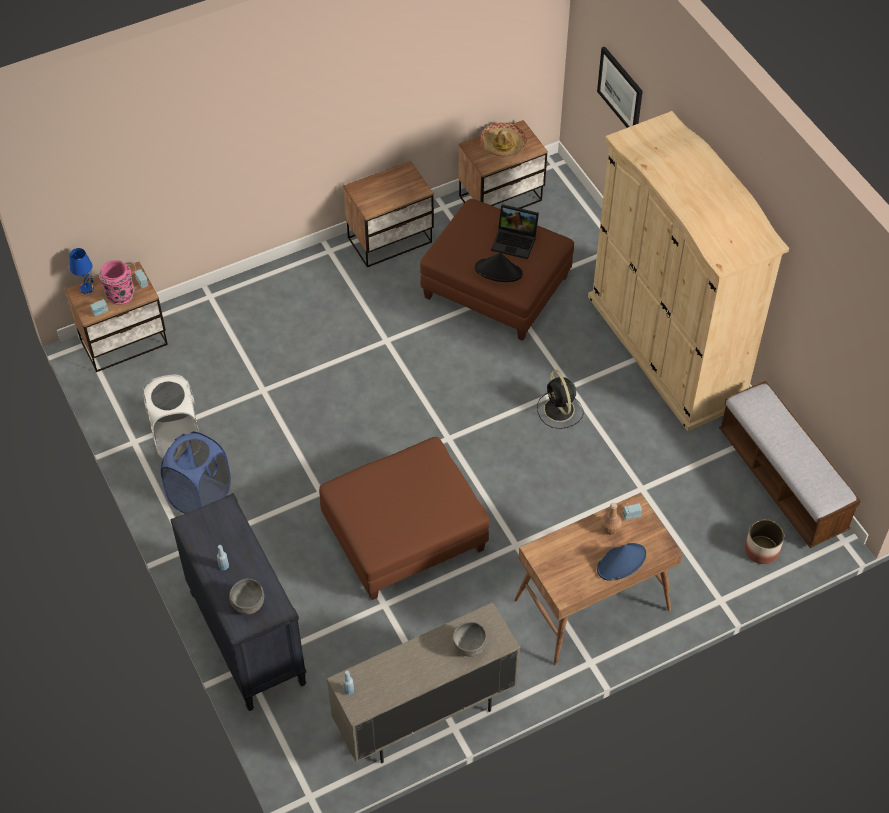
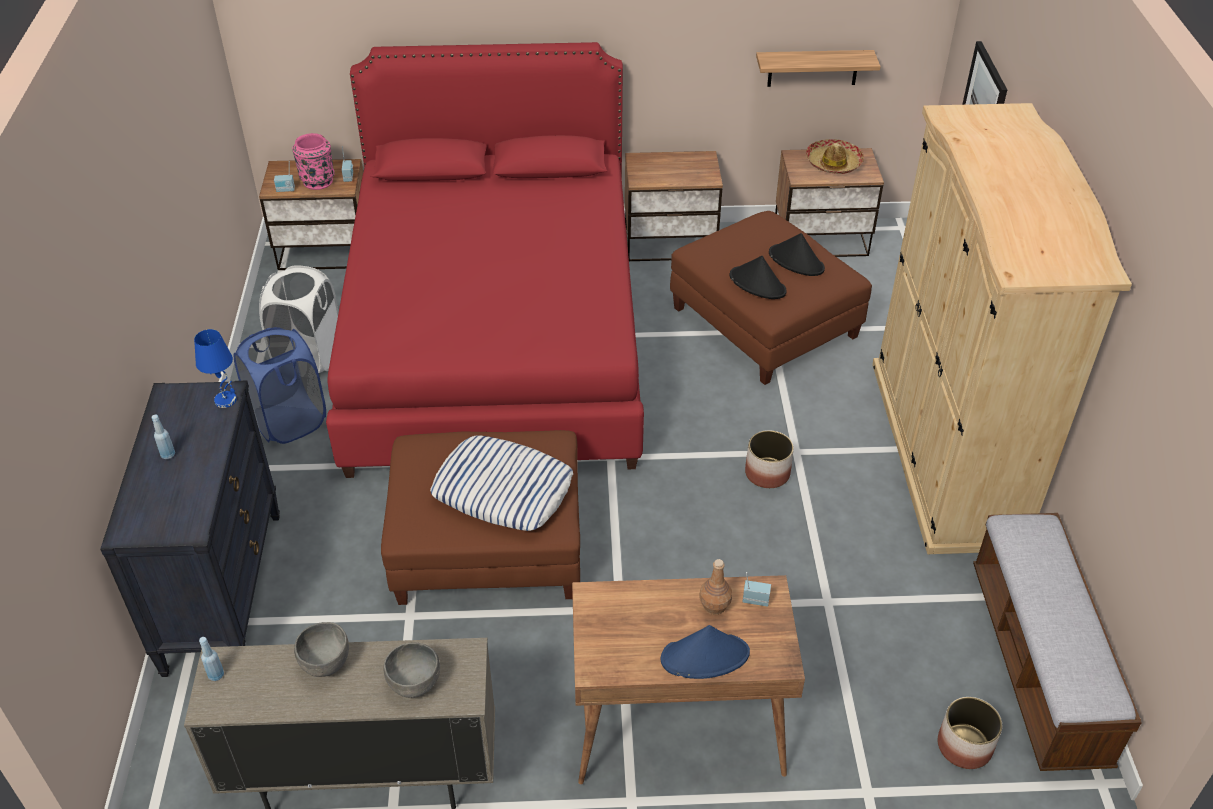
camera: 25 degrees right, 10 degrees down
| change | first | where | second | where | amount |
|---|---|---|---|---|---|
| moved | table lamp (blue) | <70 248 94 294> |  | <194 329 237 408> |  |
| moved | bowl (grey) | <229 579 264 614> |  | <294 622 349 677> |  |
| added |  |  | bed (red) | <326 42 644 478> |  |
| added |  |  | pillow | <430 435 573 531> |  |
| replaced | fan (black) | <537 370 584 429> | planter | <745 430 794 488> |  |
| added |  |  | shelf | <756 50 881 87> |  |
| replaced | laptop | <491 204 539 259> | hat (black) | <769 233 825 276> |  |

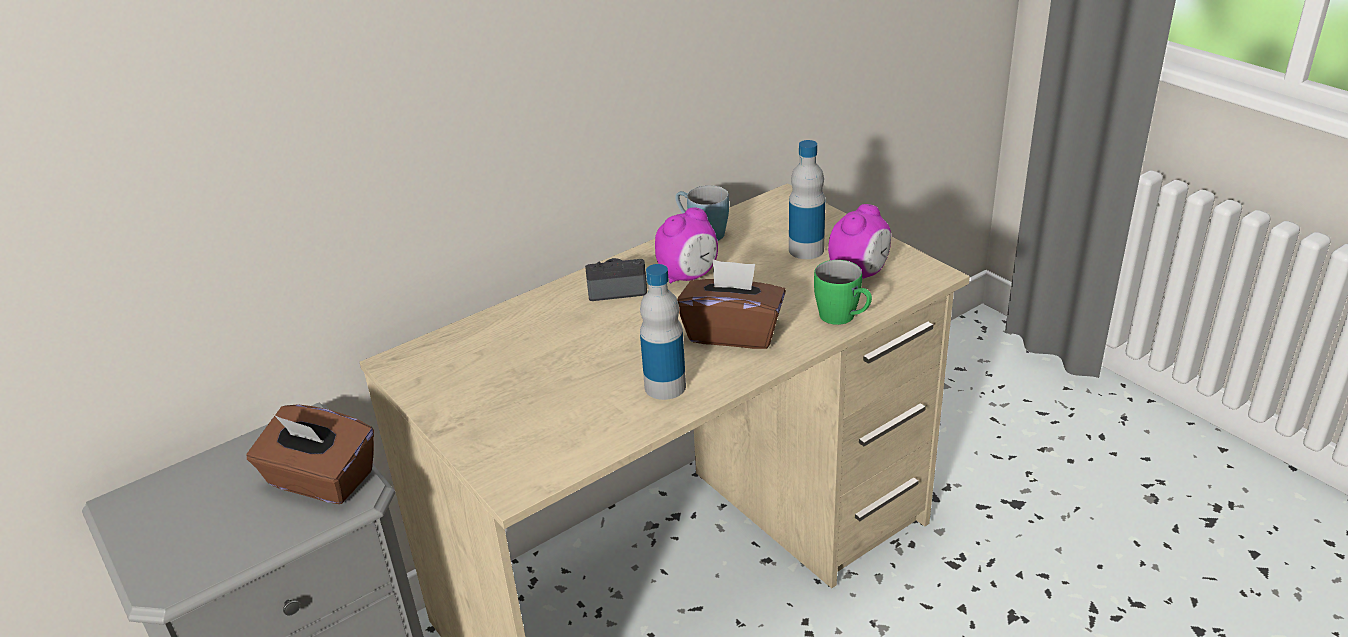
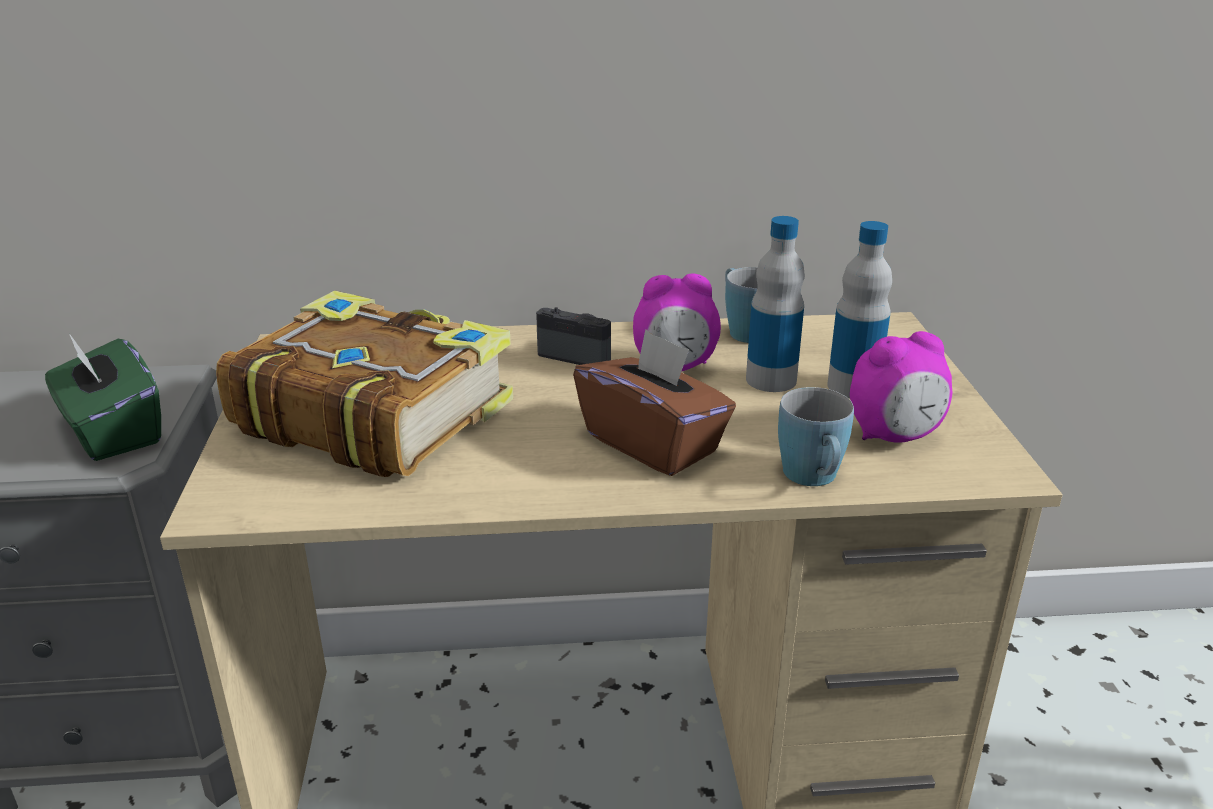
camera: 30 degrees right, 5 degrees down
| change | first | where | second | where | amount |
|---|---|---|---|---|---|
| recoloured | tissue box (brown) | <246 404 374 504> | tissue box (green) | <45 334 161 461> |  |
| added |  |  | book | <216 290 513 477> |  |
| moved | bottle | <640 264 686 400> |  | <746 216 805 392> |  |
| recoloured | mug (green) | <814 260 872 325> | mug (blue) | <778 387 854 486> |  |

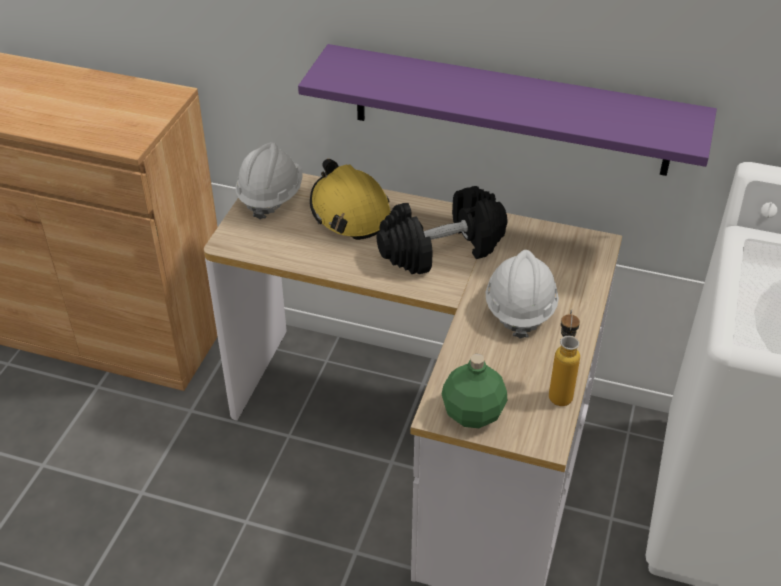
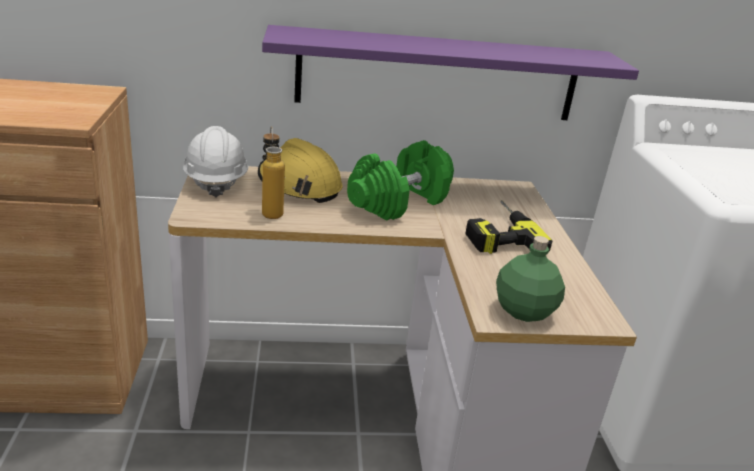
camera: 25 degrees left, 15 degrees down
| change | first | where | second | where | amount |
|---|---|---|---|---|---|
| moved | bottle | <549 309 580 406> |  | <262 126 285 219> |  |
| recoloured | dumbbell (black) | <376 186 507 274> | dumbbell (green) | <347 140 454 221> |  |
| replaced | hard hat (white) | <486 250 559 339> | power drill | <465 201 553 254> |  |

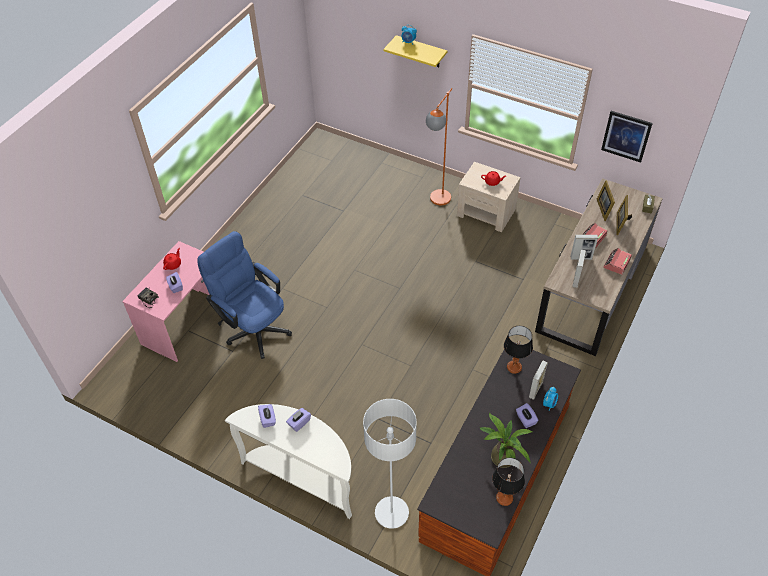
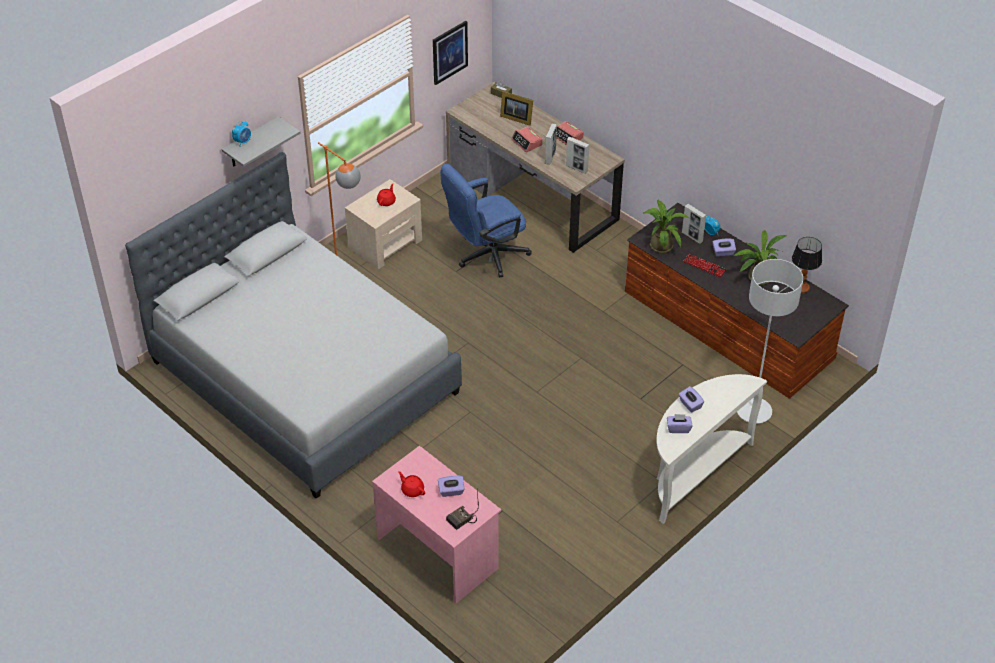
camera: 75 degrees left, 5 degrees down
| change | first | where | second | where | amount |
|---|---|---|---|---|---|
| added |  |  | bed (grey) | <125 152 462 499> |  |
| recoloured | shelf (yellow) | <383 35 448 67> | shelf (grey) | <221 117 300 167> |  |
| moved | office chair (blue) | <197 231 292 359> |  | <440 164 532 277> |  |
| replaced | table lamp | <504 326 533 374> | potted plant | <643 199 689 253> |  |
| added |  |  | keyboard | <683 254 727 278> |  |
| removed | picture frame | <597 180 615 221> |  |  |  |

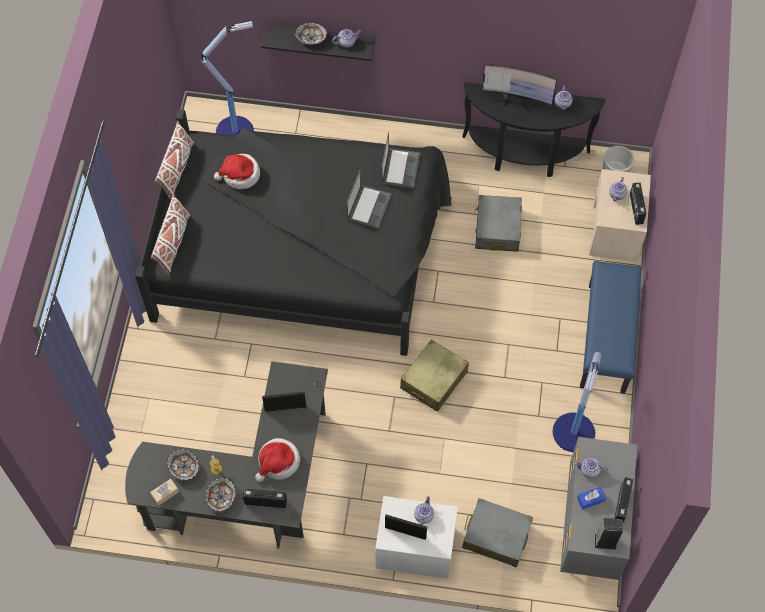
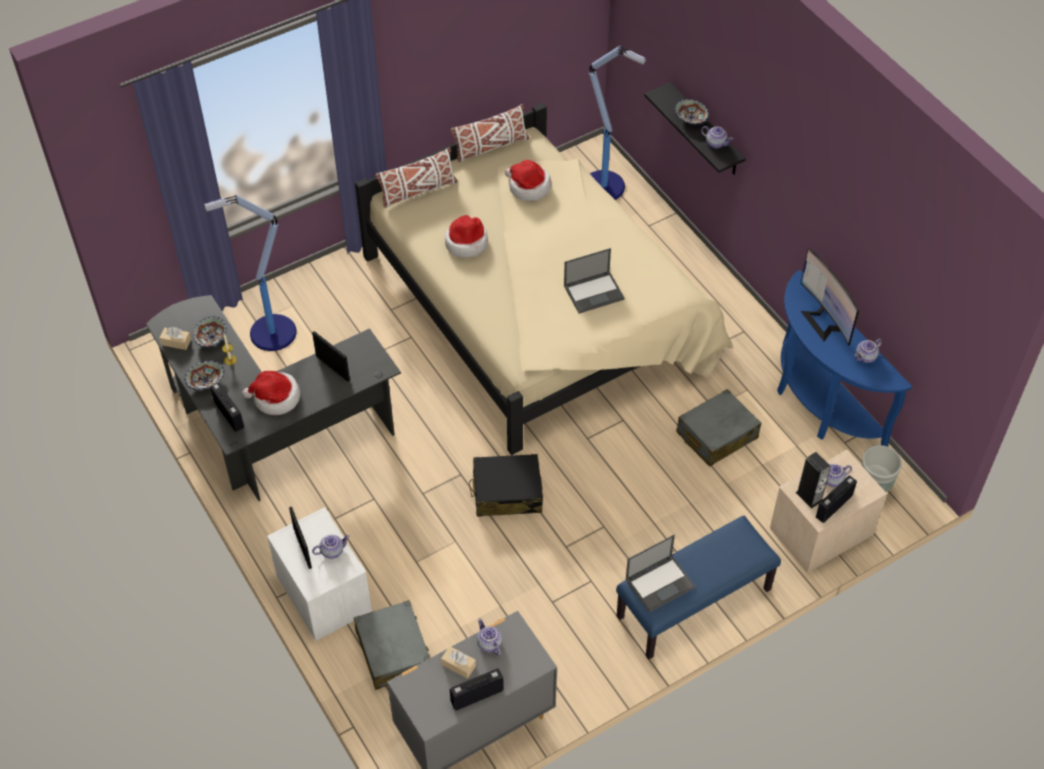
camera: 50 degrees right, 10 degrees down
| change | first | where | second | where | amount |
|---|---|---|---|---|---|
| moved | floor lamp | <553 352 601 452> |  | <204 195 297 351> |  |
| recoloured | bed (black) | <135 109 452 356> | bed (beige) | <355 103 733 455> |  |
| recoloured | tissue box (blue) | <577 487 606 509> | tissue box (beige) | <441 646 476 679> |  |
| added |  |  | hat | <445 215 488 258> |  |
| recoloured | suitcase (beige) | <400 340 469 412> | suitcase (black) | <469 454 543 517> |  |
| moved | laptop | <381 132 420 188> |  | <626 535 696 612> |  |
| recoloured | console table (black) | <462 82 605 177> | console table (blue) | <777 270 912 446> |  |
| moved | speaker | <595 518 623 549> |  | <796 452 831 509> |  |

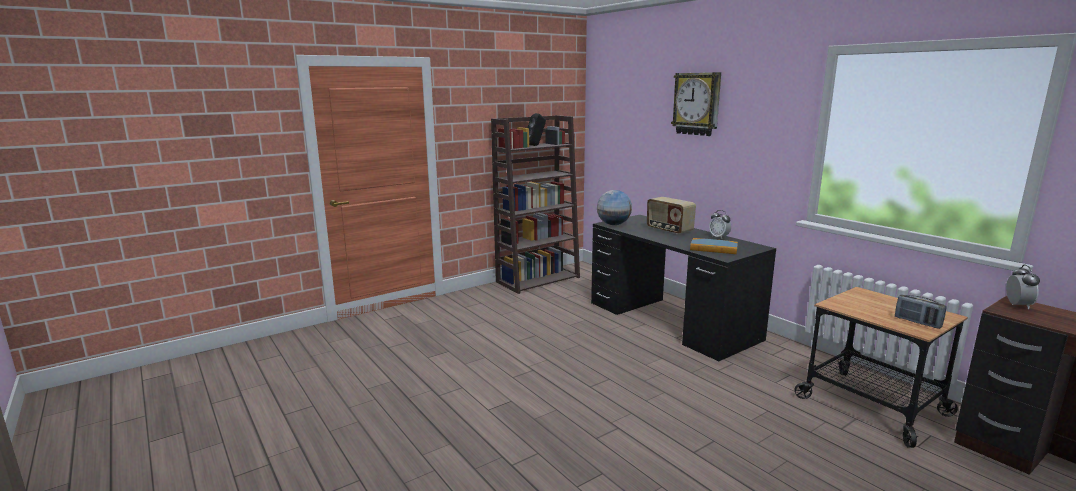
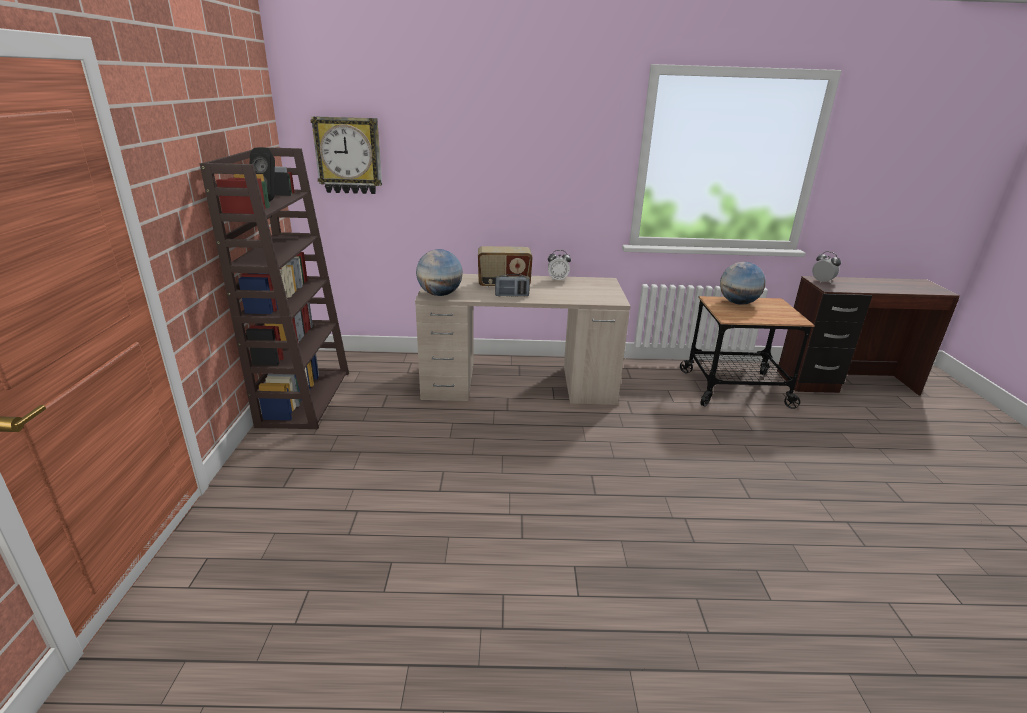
camera: 55 degrees left, 10 degrees up
| change | first | where | second | where | amount |
|---|---|---|---|---|---|
| moved | wall clock | <671 72 721 136> |  | <310 116 382 194> |  |
| recoloured | desk (black) | <591 215 776 361> | desk (beige) | <415 274 630 405> |  |
| moved | radio | <895 294 947 329> |  | <495 274 530 297> |  |
| added |  |  | globe | <720 262 766 305> |  |
| removed | book | <690 238 738 254> |  |  |  |

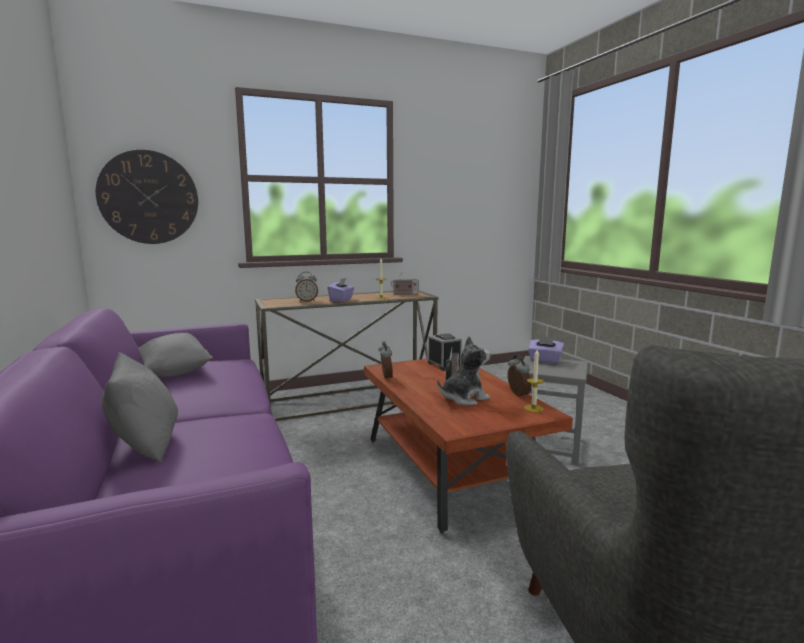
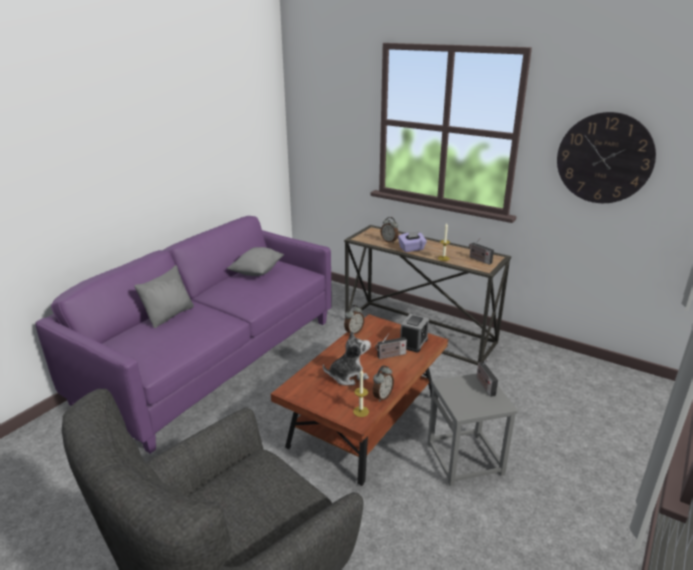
camera: 55 degrees right, 15 degrees up
| change | first | where | second | where | amount |
|---|---|---|---|---|---|
| turned | plush toy | <437 336 491 406> |  | <323 331 371 386> | 45 degrees counterclockwise |
| replaced | tissue box (purple) | <528 336 564 363> | radio | <477 360 498 397> |  |
| moved | wall clock | <96 150 198 244> |  | <557 112 656 203> |  |

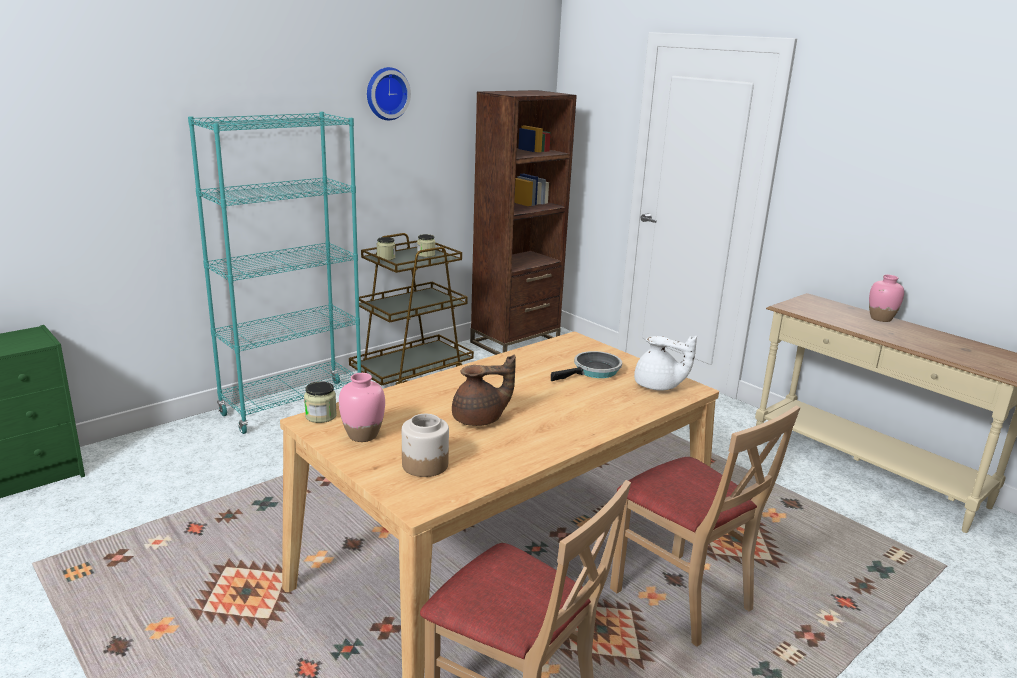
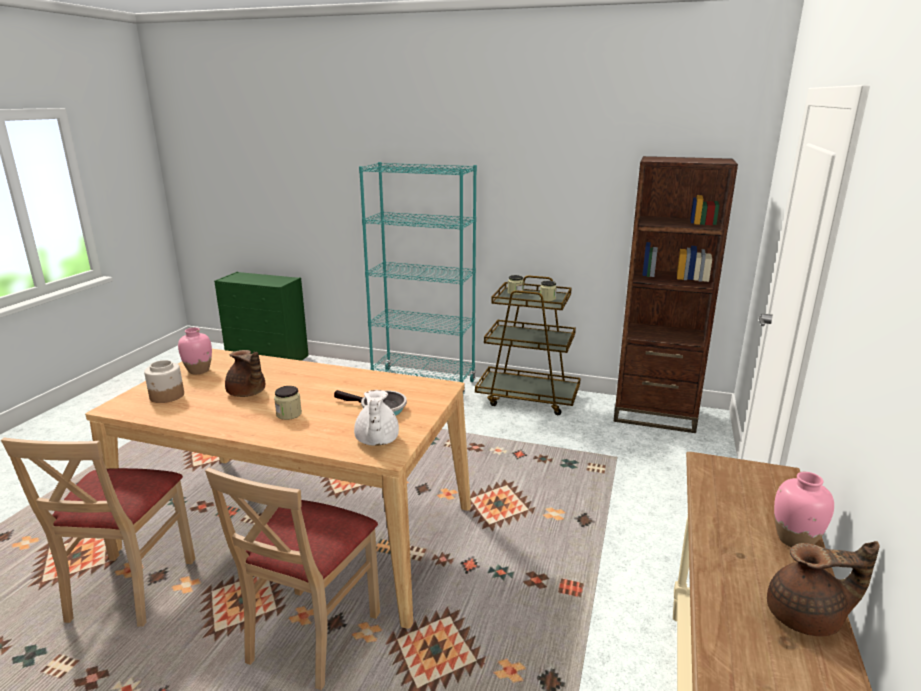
camera: 60 degrees right, 0 degrees up
| change | first | where | second | where | amount |
|---|---|---|---|---|---|
| moved | jar | <304 381 337 423> |  | <274 386 302 420> |  |
| added |  |  | teapot (brown) | <767 541 880 637> |  |
| removed | wall clock | <367 67 411 120> |  |  |  |

